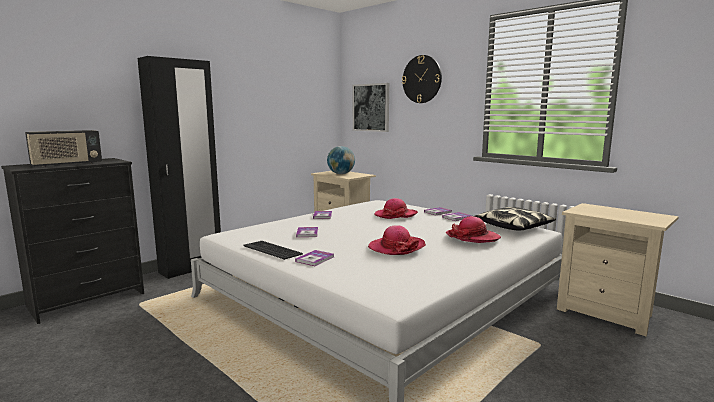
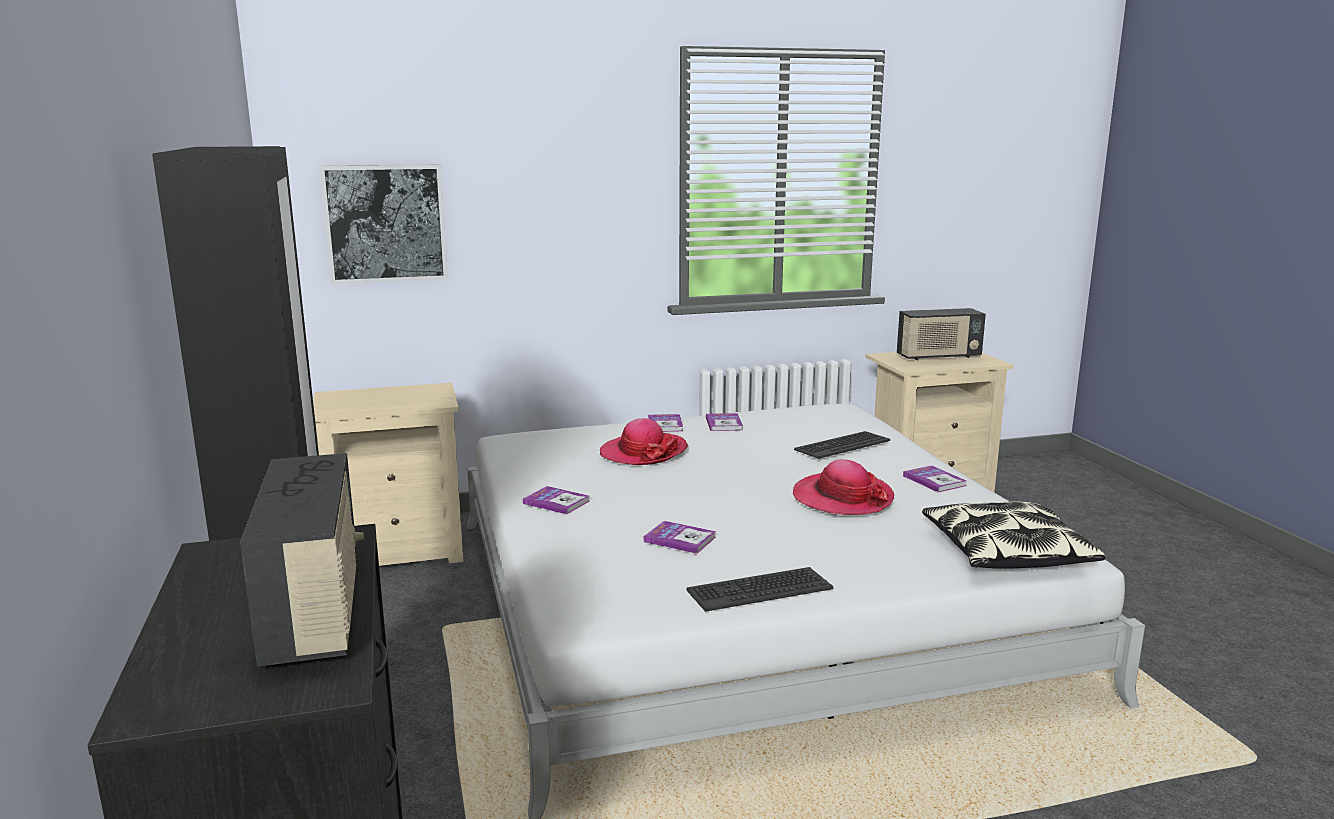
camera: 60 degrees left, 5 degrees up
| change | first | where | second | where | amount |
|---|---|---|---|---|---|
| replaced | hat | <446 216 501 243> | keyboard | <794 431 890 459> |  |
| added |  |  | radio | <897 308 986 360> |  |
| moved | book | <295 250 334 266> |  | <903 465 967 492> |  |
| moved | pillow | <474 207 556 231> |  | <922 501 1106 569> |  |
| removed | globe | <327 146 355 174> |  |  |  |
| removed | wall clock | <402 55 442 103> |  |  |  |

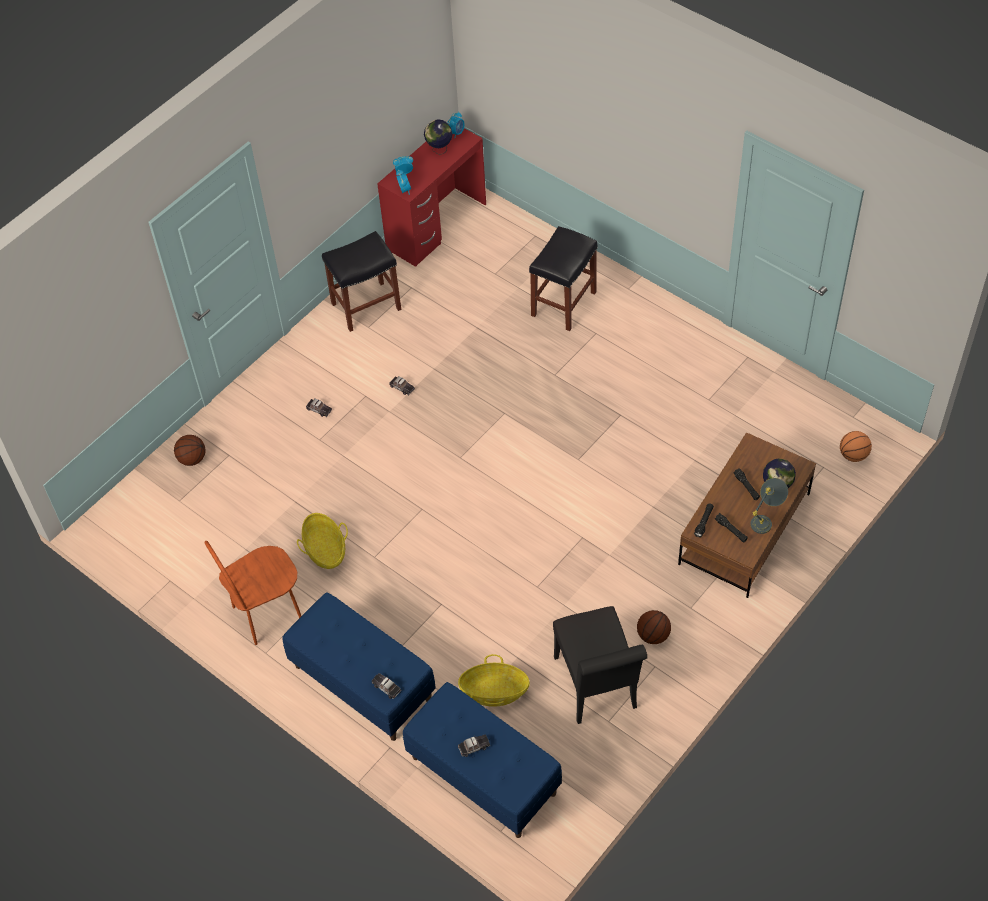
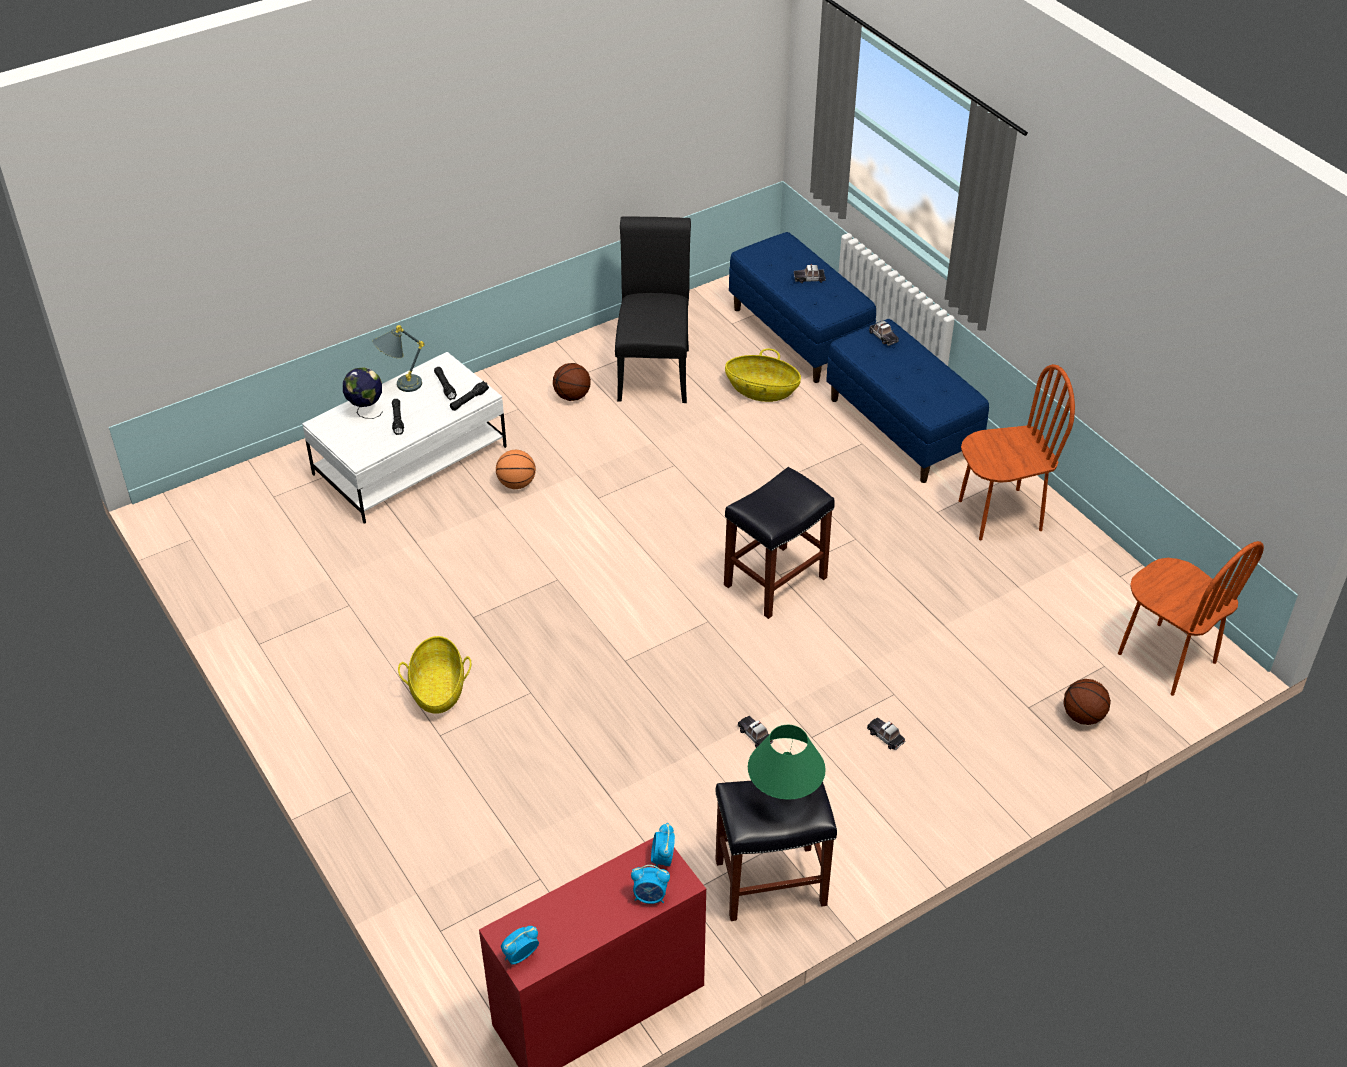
camera: 165 degrees left, 10 degrees down
| change | first | where | second | where | amount |
|---|---|---|---|---|---|
| recoloured | coffee table (brown) | <678 432 816 598> | coffee table (white) | <302 352 507 524> |  |
| moved | basket | <297 513 348 569> |  | <398 636 471 714> |  |
| moved | basketball | <840 431 872 462> |  | <496 450 536 489> |  |
| moved | stool (black) | <529 226 598 331> |  | <724 467 835 619> |  |
| added |  |  | table lamp (green) | <748 725 826 800> |  |
| added |  |  | chair (brown) | <1118 541 1264 696> |  |
| removed | globe | <424 119 453 155> |  |  |  |

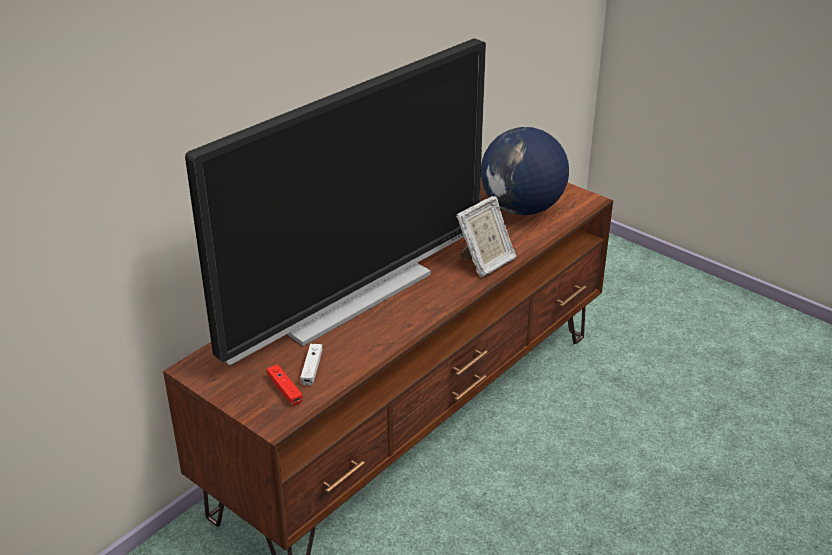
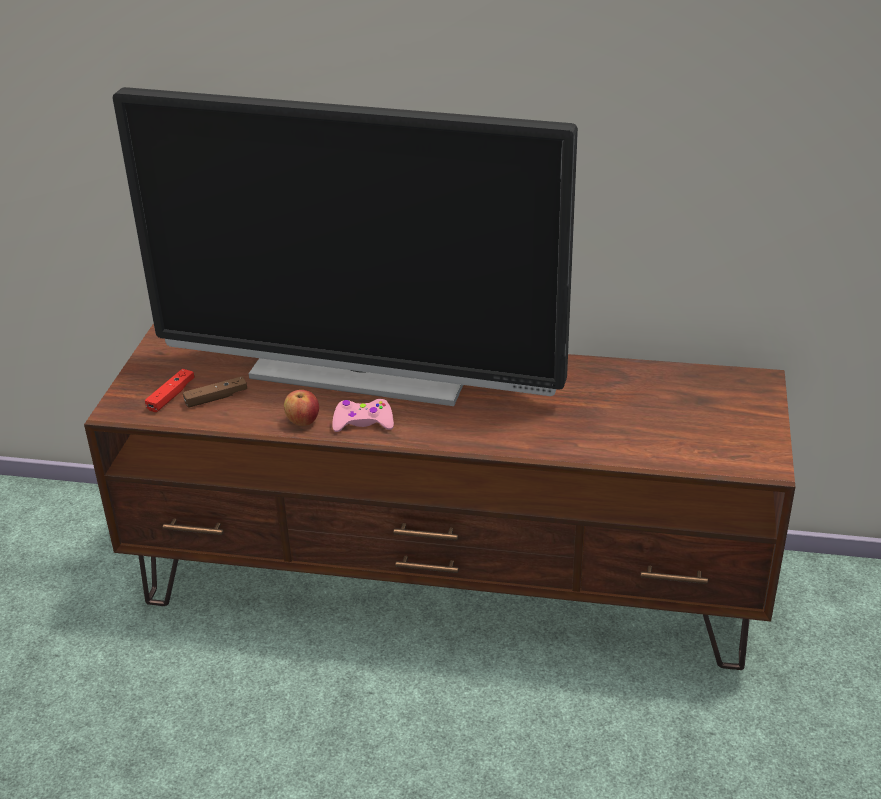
camera: 60 degrees right, 0 degrees up
| change | first | where | second | where | amount |
|---|---|---|---|---|---|
| recoloured | game controller (white) | <300 344 323 386> | game controller (brown) | <183 376 247 408> |  |
| added |  |  | apple | <284 390 319 426> |  |
| added |  |  | game controller (pink) | <332 399 394 432> |  |
| removed | picture frame | <456 196 516 277> |  |  |  |
| removed | globe | <481 127 569 215> |  |  |  |

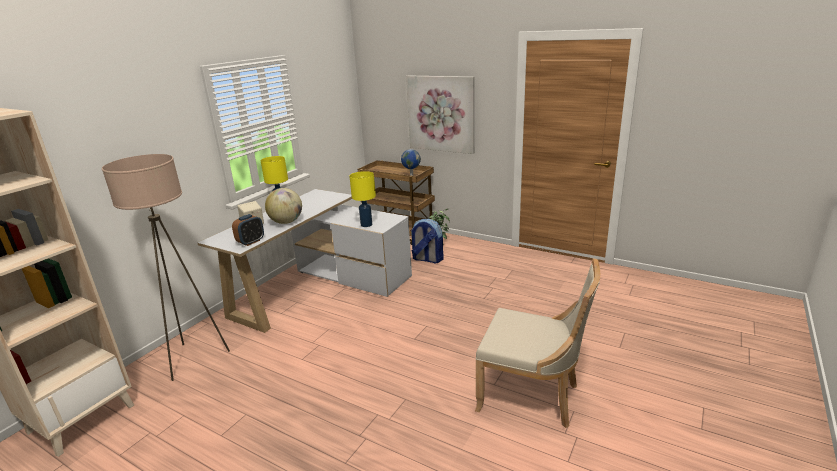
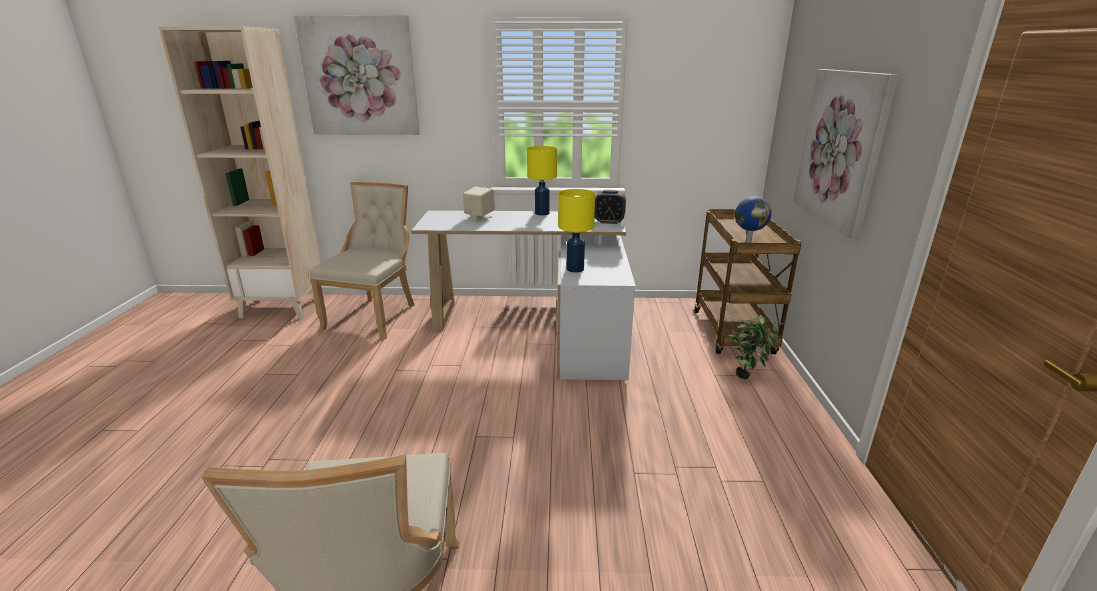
camera: 60 degrees right, 0 degrees up
| change | first | where | second | where | amount |
|---|---|---|---|---|---|
| added |  |  | picture | <294 15 420 135> |  |
| replaced | floor lamp (beige) | <102 154 230 381> | chair (beige) | <310 182 415 340> |  |
| moved | alarm clock | <232 214 264 246> |  | <595 190 626 224> |  |
| removed | globe | <265 188 302 224> |  |  |  |
| removed | backpack | <411 219 444 263> |  |  |  |

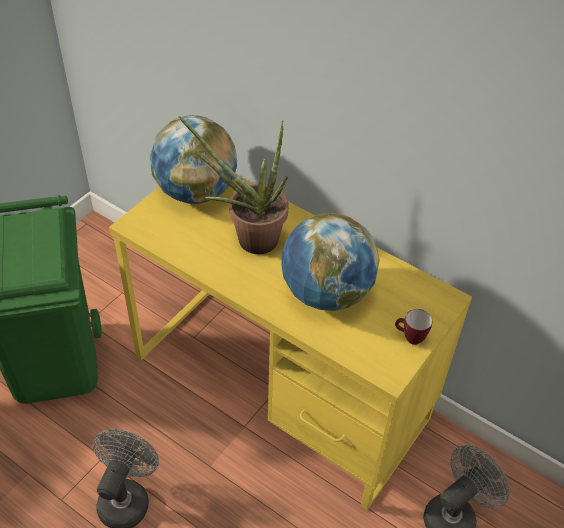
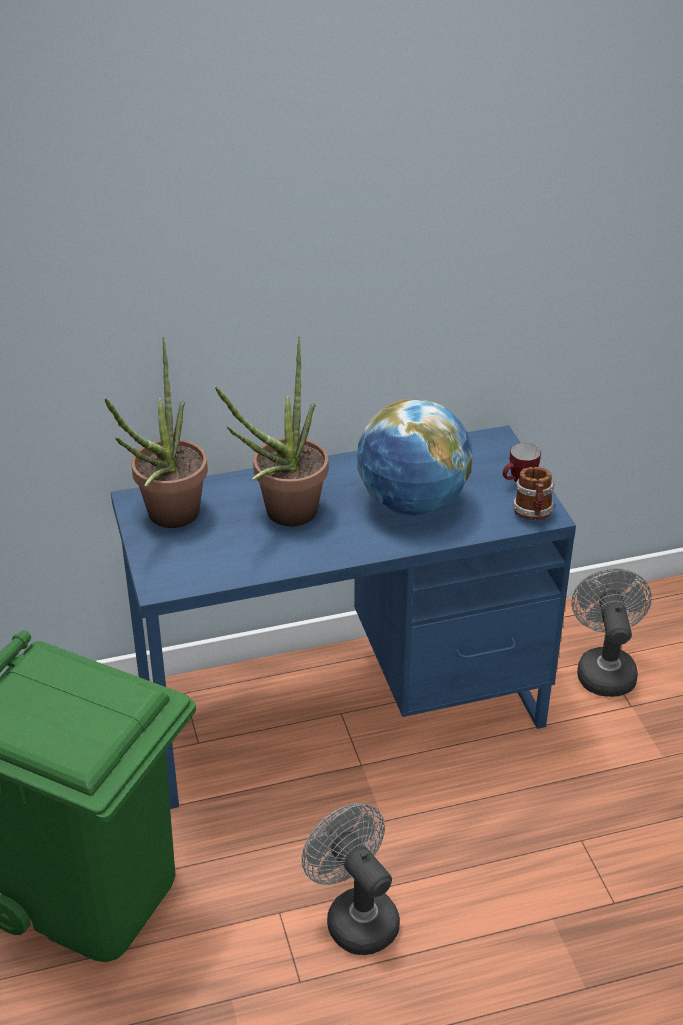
camera: 50 degrees left, 10 degrees down
| change | first | where | second | where | amount |
|---|---|---|---|---|---|
| replaced | globe | <149 116 237 204> | potted plant | <104 337 208 528> |  |
| recoloured | desk (yellow) | <109 177 472 510> | desk (blue) | <111 425 576 809> |  |
| added |  |  | mug | <512 467 555 520> |  |

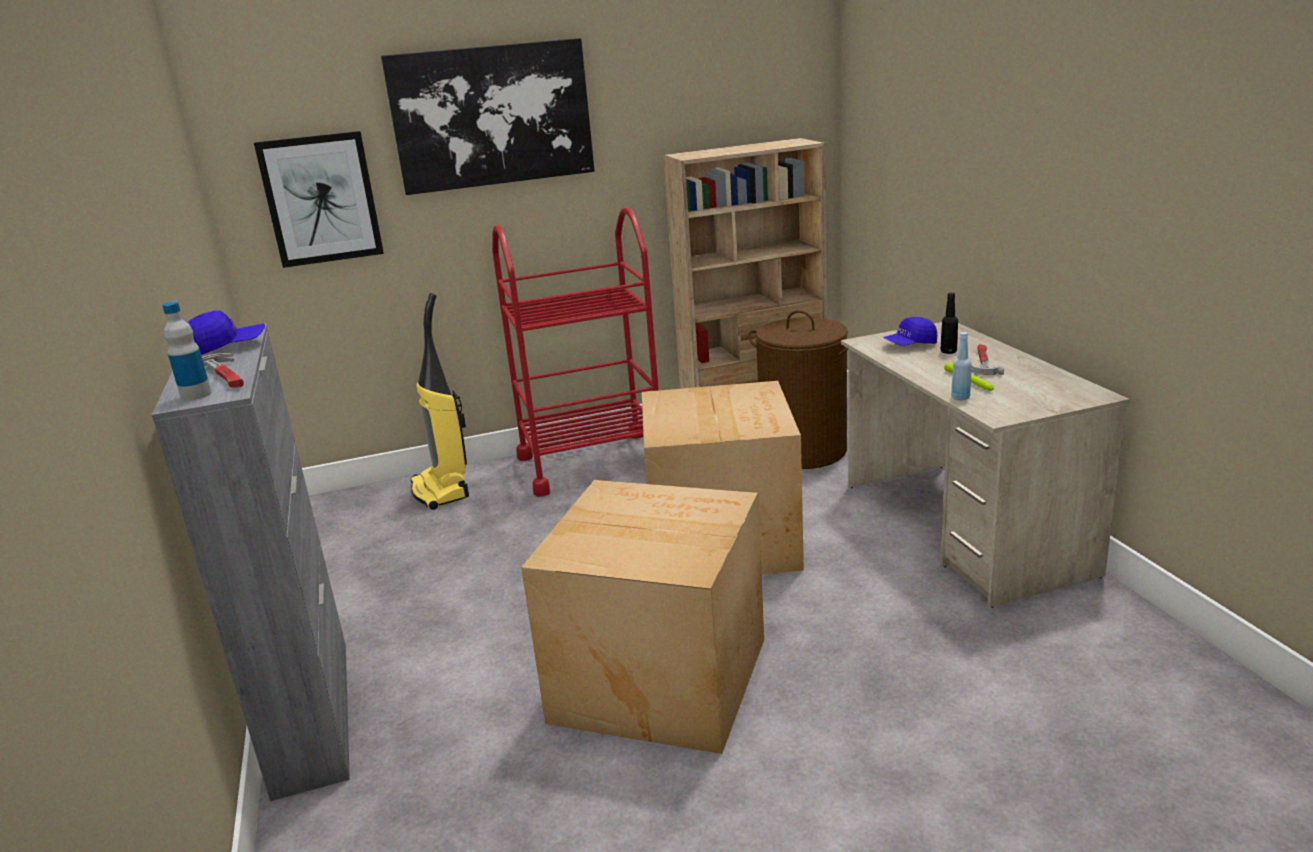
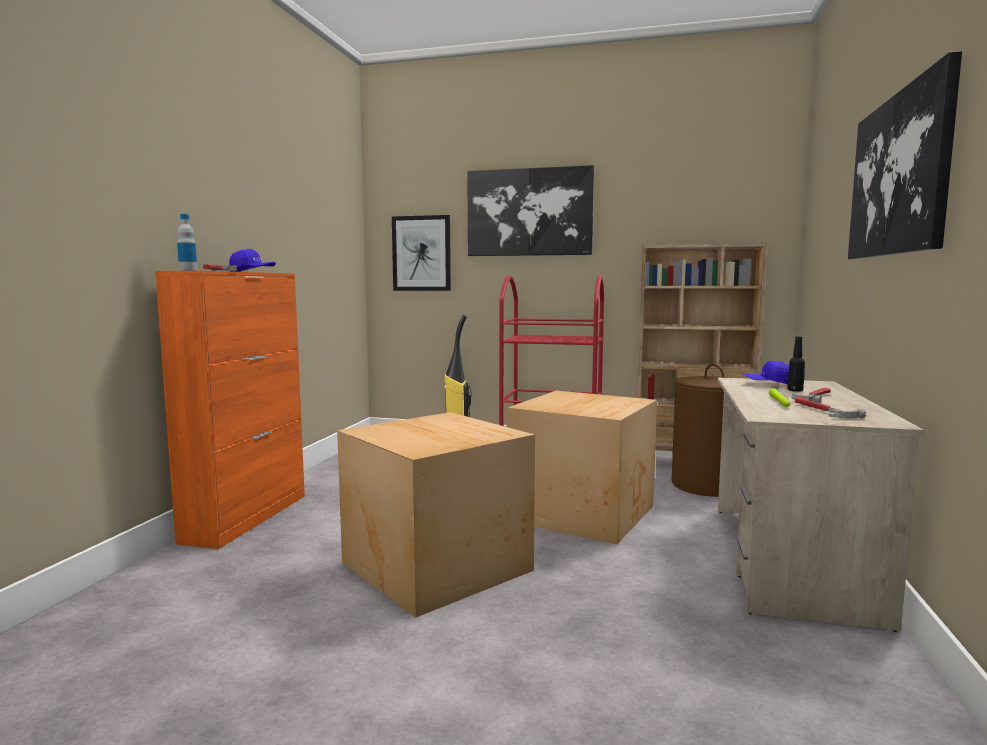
camera: 30 degrees right, 15 degrees down
| change | first | where | second | where | amount |
|---|---|---|---|---|---|
| recoloured | cabinet (grey) | <152 324 350 801> | cabinet (orange) | <155 271 305 549> |  |
| added |  |  | hammer | <795 397 866 418> |  |
| added |  |  | picture | <848 51 962 259> |  |
| removed | bottle (blue) | <951 332 972 400> |  |  |  |

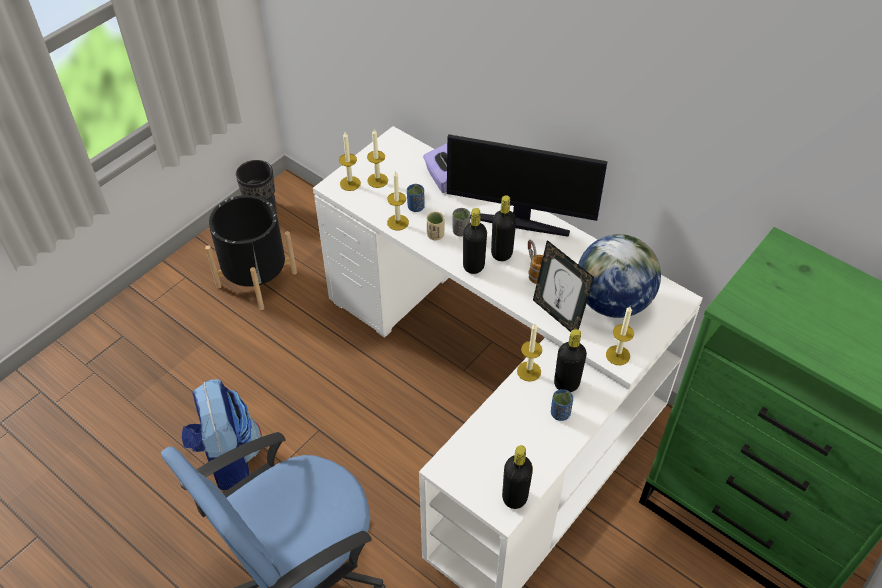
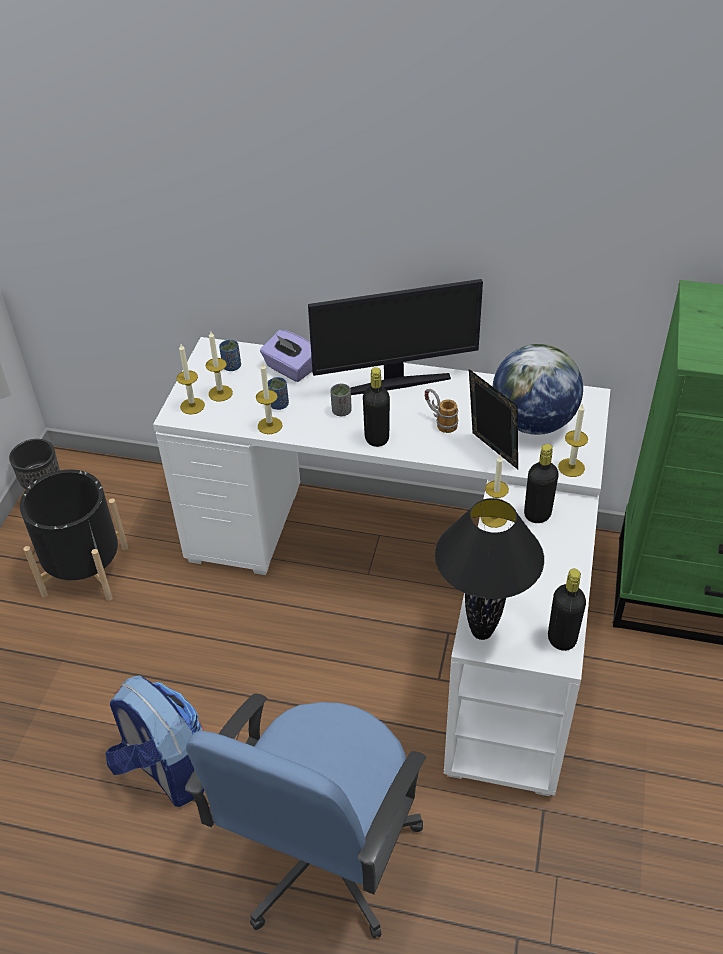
camera: 25 degrees left, 5 degrees down
| change | first | where | second | where | amount |
|---|---|---|---|---|---|
| moved | cup (blue) | <551 389 573 421> |  | <219 340 241 371> |  |
| added |  |  | table lamp (black) | <435 498 544 640> |  |
| turned | picture frame | <533 240 594 332> |  | <469 369 518 469> | 150 degrees counterclockwise |
| removed | cup (beige) | <427 212 445 240> |  |  |  |
| removed | bottle (black) | <491 195 516 261> |  |  |  |

